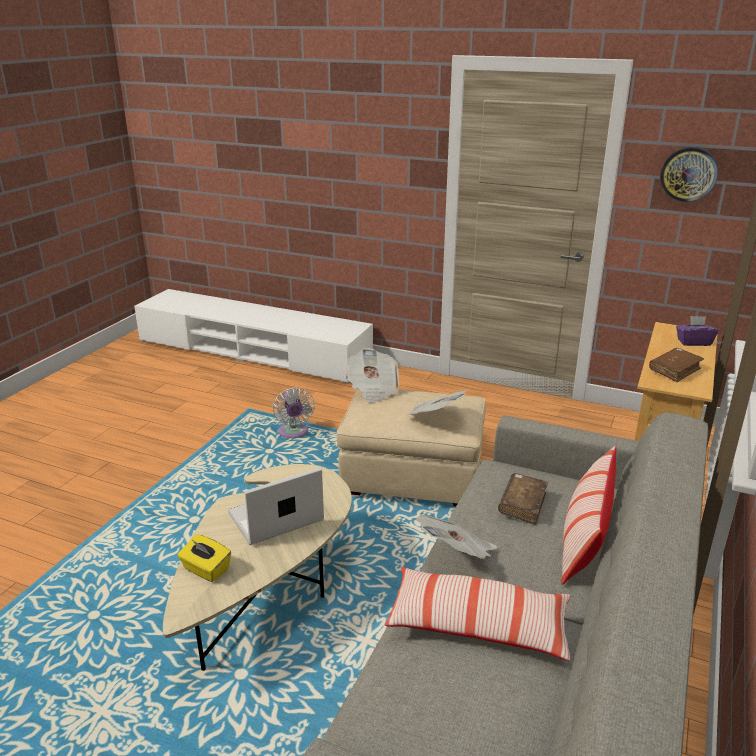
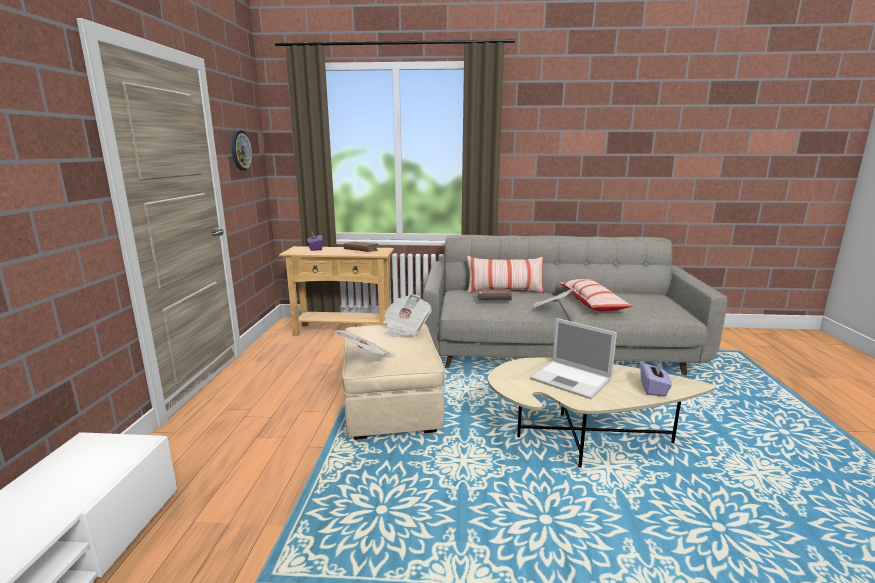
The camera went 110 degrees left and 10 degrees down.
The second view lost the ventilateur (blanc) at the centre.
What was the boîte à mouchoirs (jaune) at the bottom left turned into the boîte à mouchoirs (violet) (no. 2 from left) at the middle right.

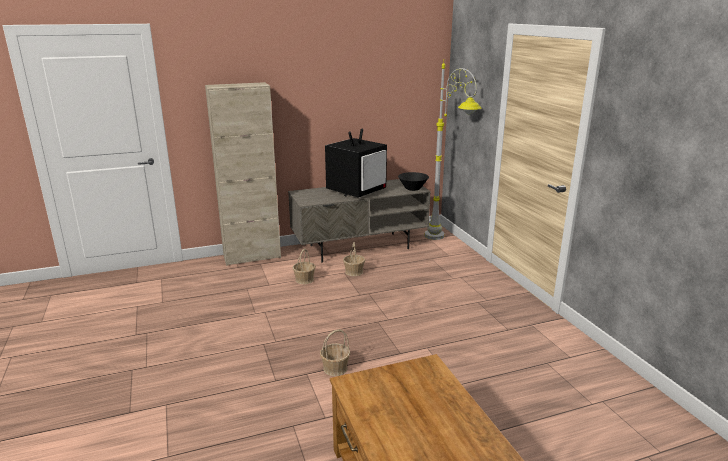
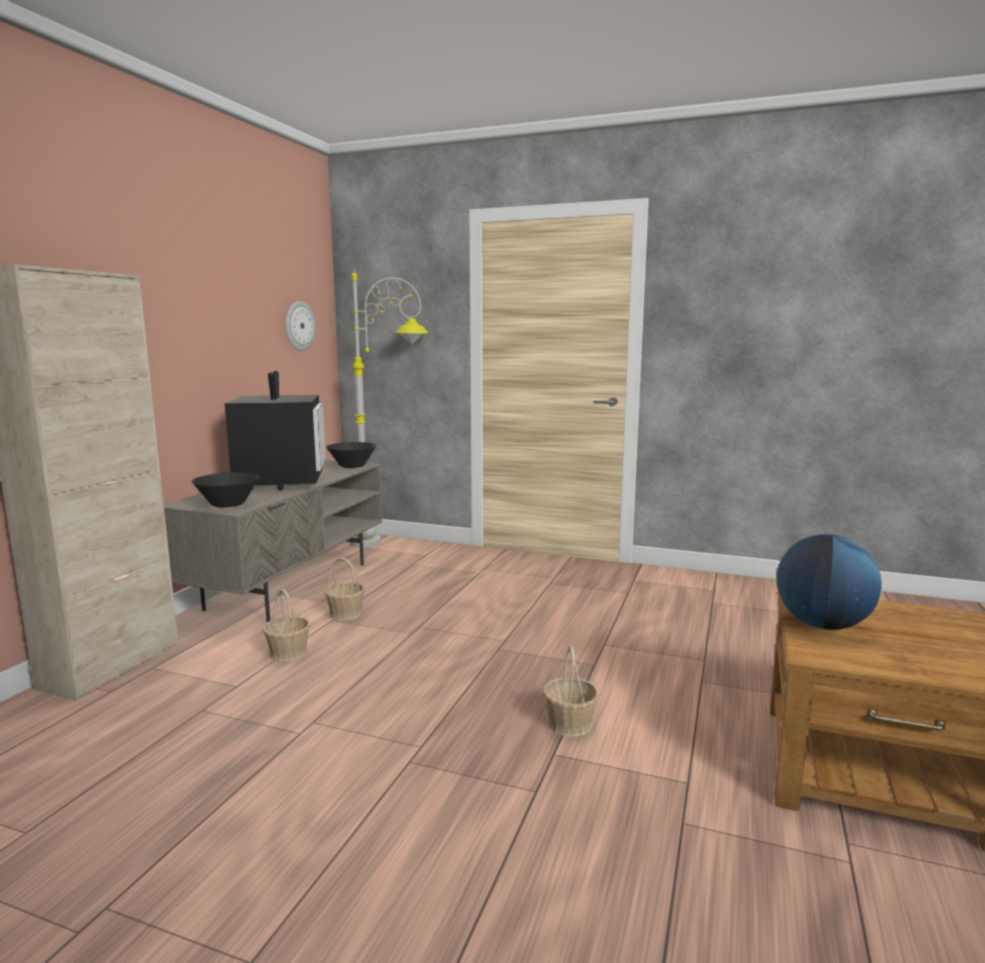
The camera went 50 degrees left and 10 degrees down.
The second view gained the horloge murale at the middle left.
The second view gained the bol (noir) (no. 1 from left) at the middle left.
The second view gained the globe at the middle right.

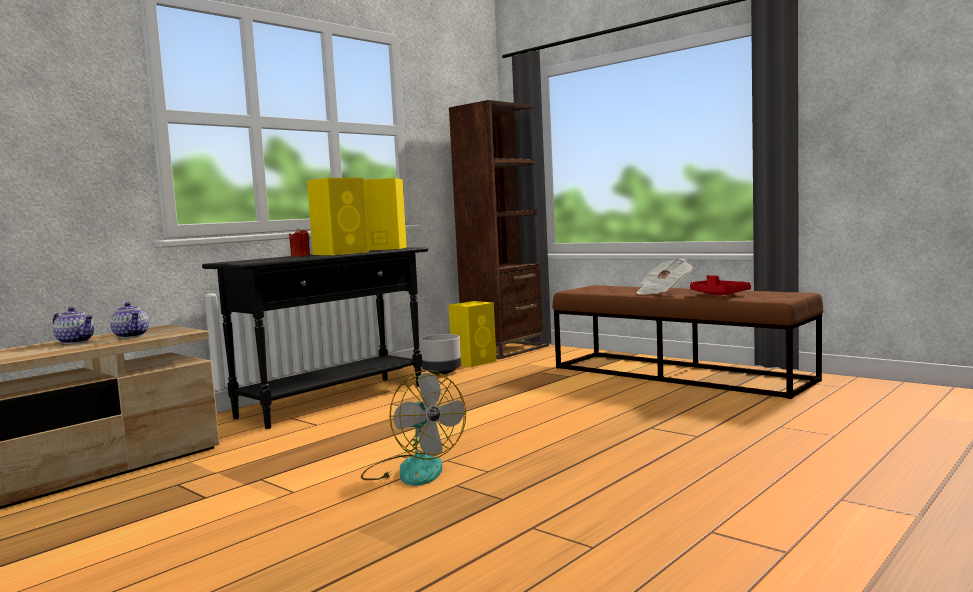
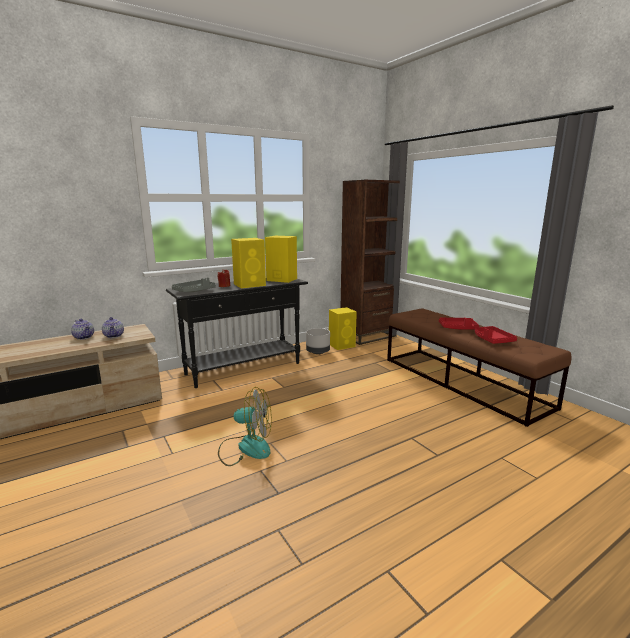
The camera went 15 degrees right and 10 degrees up.
Where the journal stood at the middle right, the plateau (rouge) (no. 1 from left) came to stand at the middle right.
The ventilateur at the bottom centre ended up facing another way, 60 degrees counterclockwise from before.
The second view gained the plateau (gris) at the middle left.

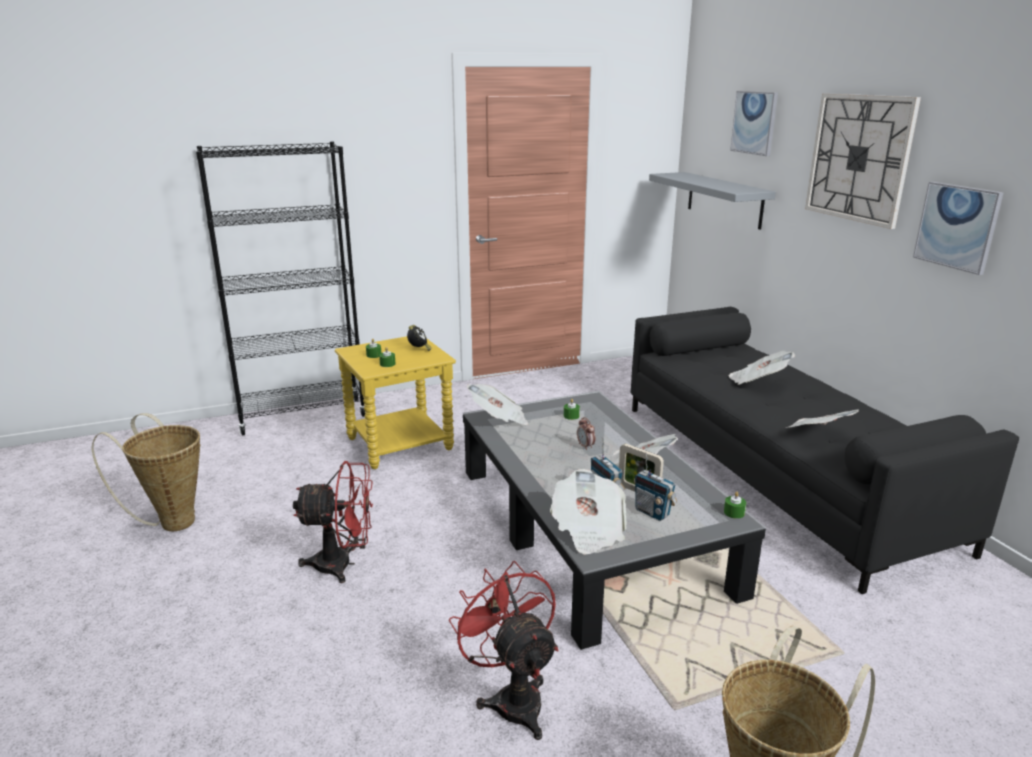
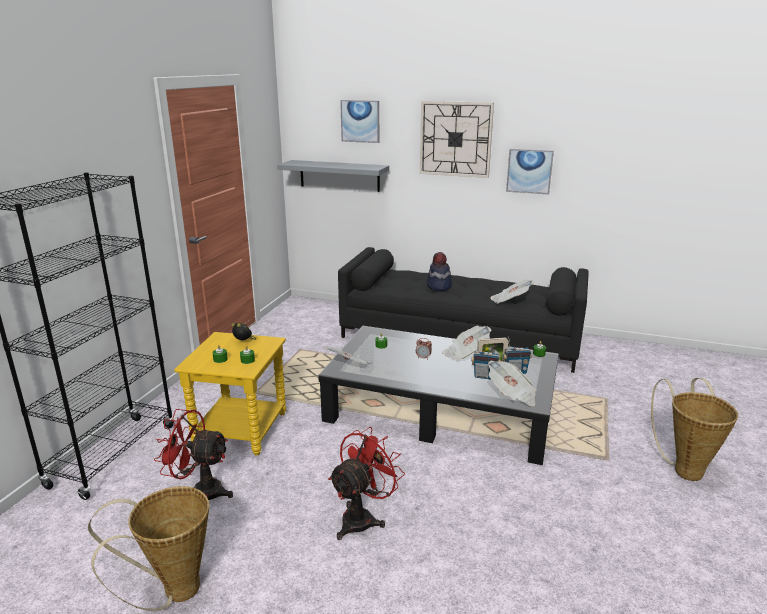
The camera went 50 degrees left and 0 degrees up.
Where the journal (no. 4 from left) stood at the middle right, the chapeau came to stand at the centre.
The ventilateur (rouge) (no. 2 from left in the first image) ended up elsewhere, having gone from the bottom centre to the bottom left.

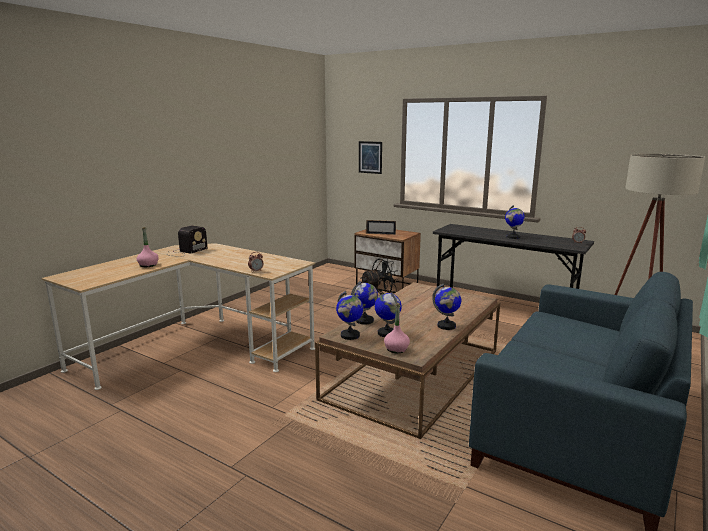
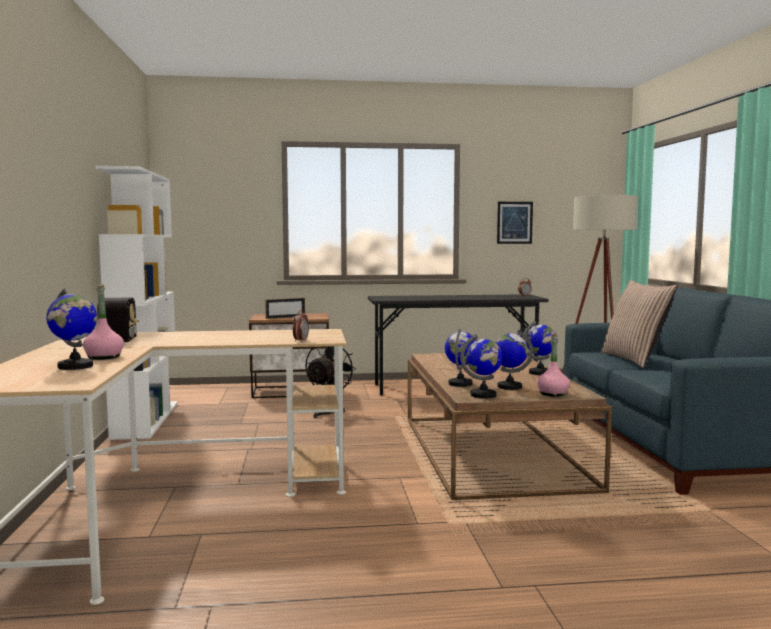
The camera went 40 degrees left and 10 degrees down.
The tableau ended up elsewhere, having gone from the top centre to the middle right.
The globe (no. 5 from left in the first image) ended up elsewhere, having gone from the middle right to the middle left.
The second view gained the bibliothèque (blanc) at the middle left.
The second view gained the coussin at the middle right.

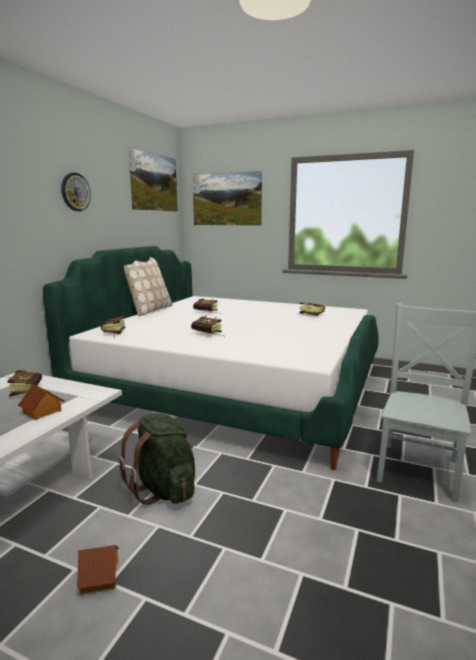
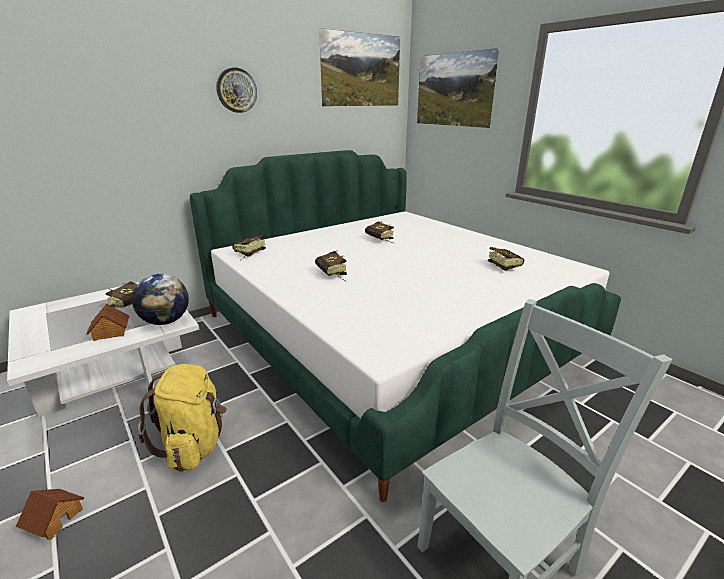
The camera went 30 degrees right and 10 degrees up.
The second view lost the coussin (beige) at the middle left.
What was the sac à dos (vert) at the bottom left turned into the sac à dos (jaune) at the bottom left.
The second view gained the globe at the middle left.

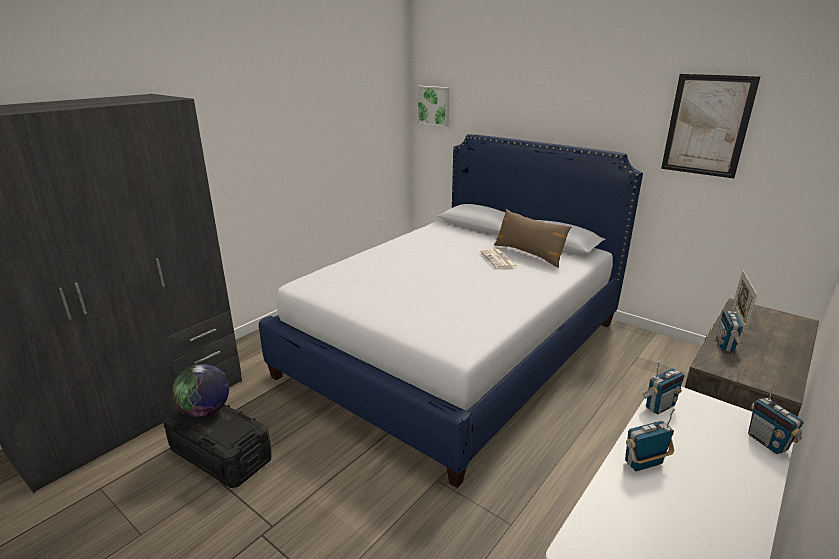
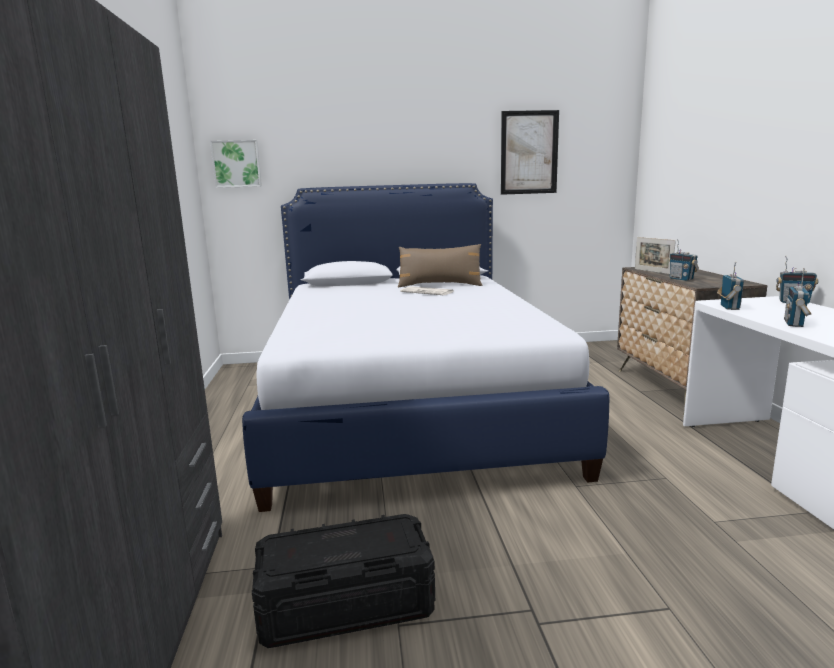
The camera went 45 degrees left and 10 degrees down.
The second view lost the globe at the bottom left.

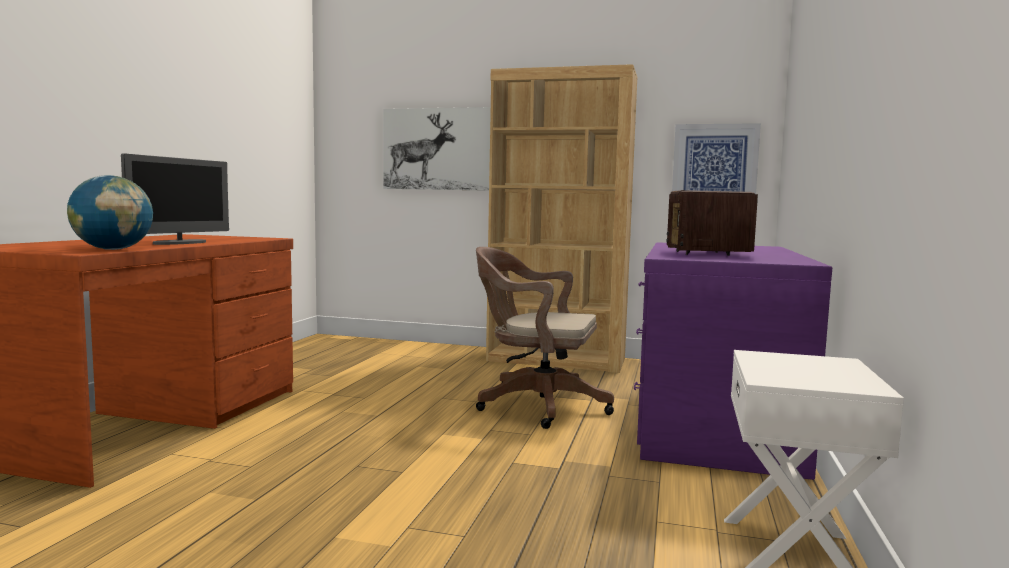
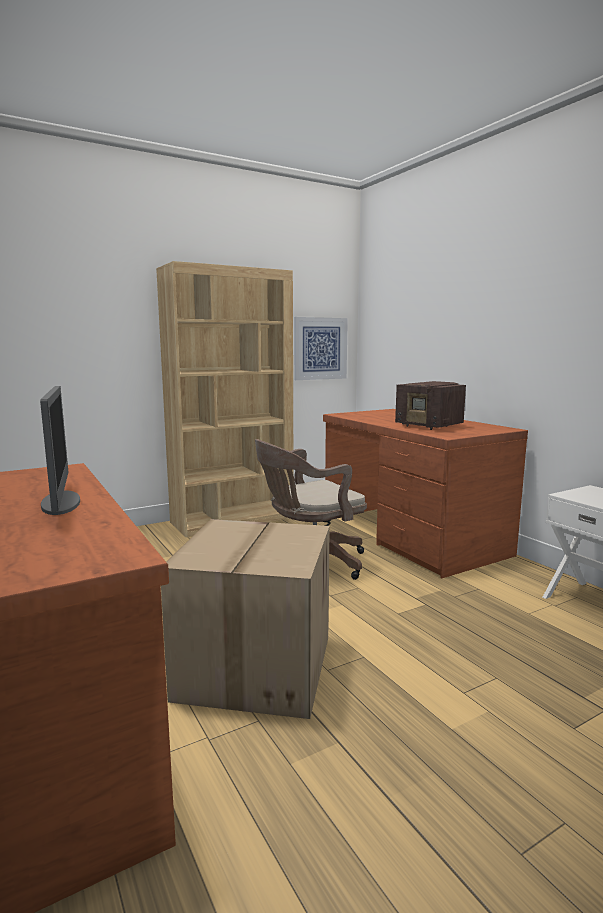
The camera went 45 degrees left and 5 degrees up.
The second view lost the tableau (no. 1 from left) at the top centre.
The second view lost the globe at the middle left.
What was the bureau (violet) at the middle right turned into the bureau (marron) (no. 2 from left) at the middle right.
The second view gained the carton at the bottom centre.

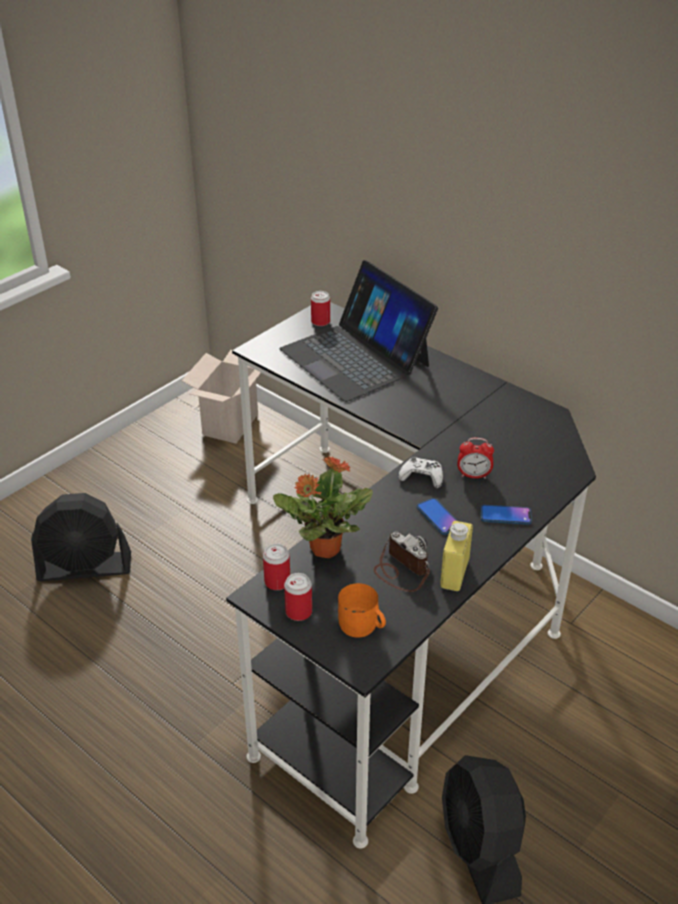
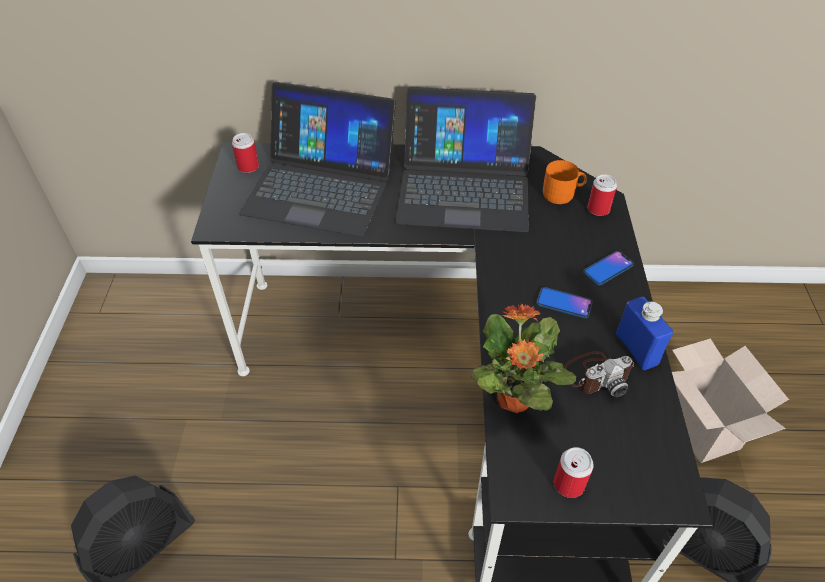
The camera went 40 degrees left and 10 degrees up.
The carton ended up elsewhere, having gone from the middle left to the bottom right.
The second view lost the réveil at the middle right.
The second view lost the manette (blanc) at the centre.
What was the bouteille (jaune) at the middle right turned into the bouteille (bleu) at the middle right.
The appareil photo at the centre ended up facing another way, 150 degrees clockwise from before.
The boîte métallique (no. 1 from left in the first image) ended up elsewhere, having gone from the centre to the middle right.
The mug (orange) ended up elsewhere, having gone from the bottom centre to the top right.
The second view gained the ordinateur portable (no. 2 from left) at the top centre.

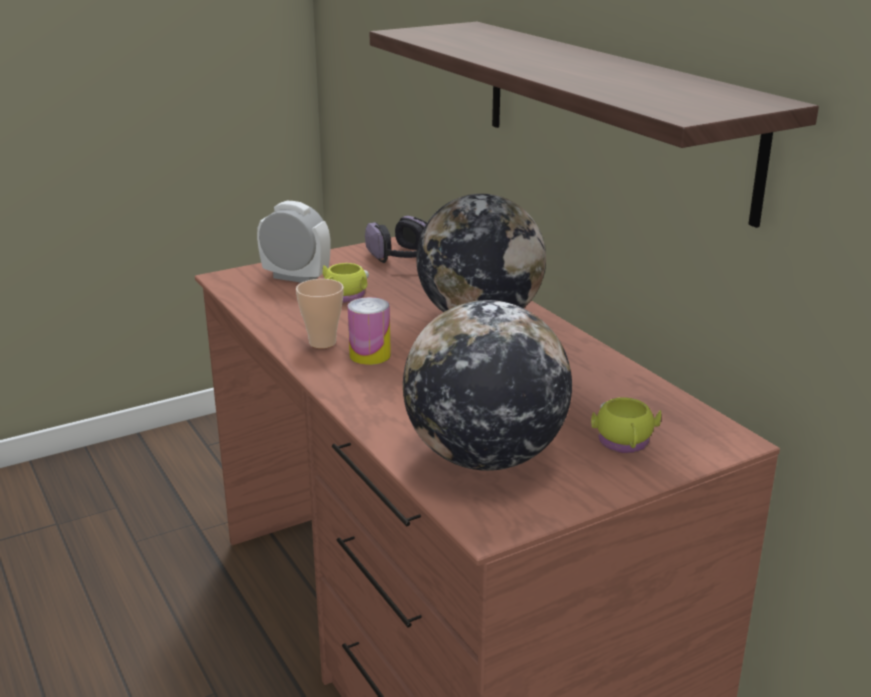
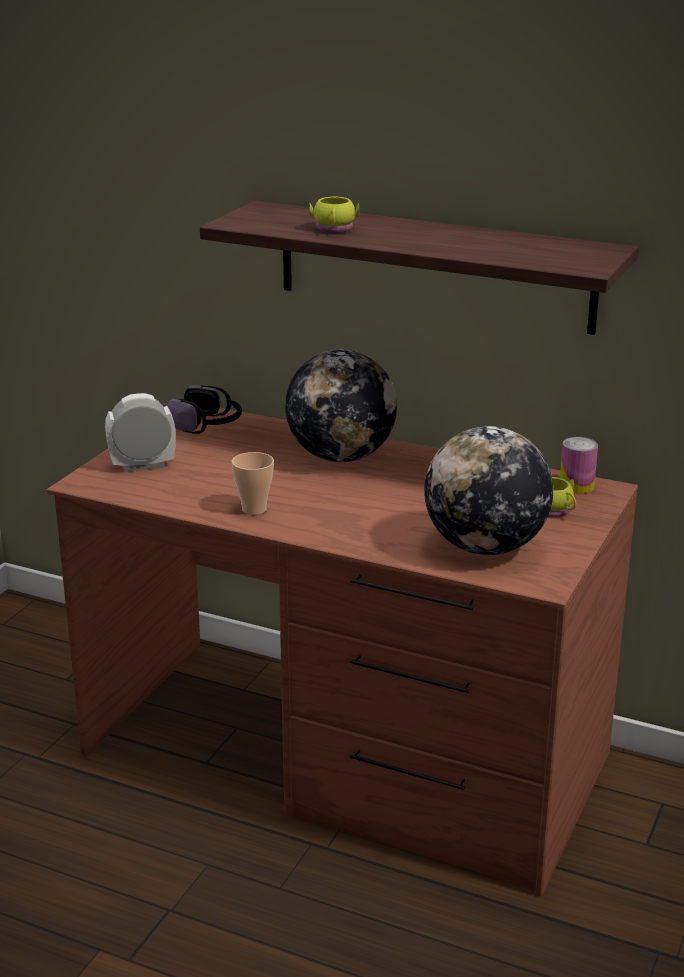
The camera went 35 degrees left and 0 degrees up.
The mug (jaune) (no. 1 from left) ended up elsewhere, having gone from the centre to the top centre.
The boîte métallique ended up elsewhere, having gone from the centre to the middle right.

